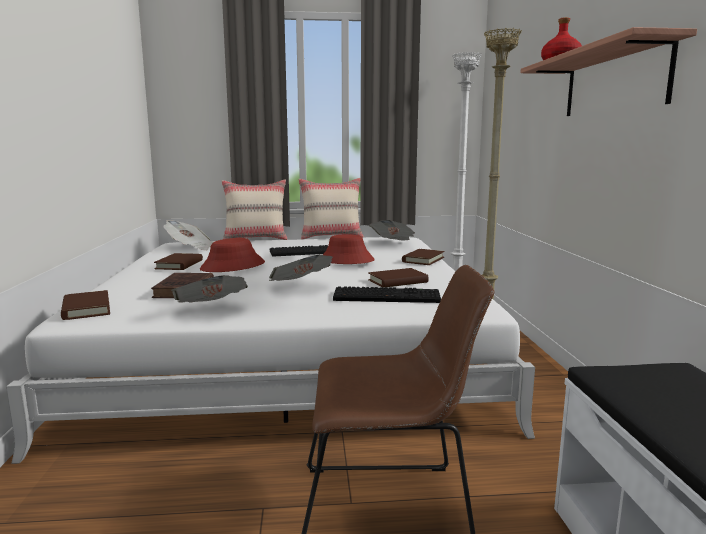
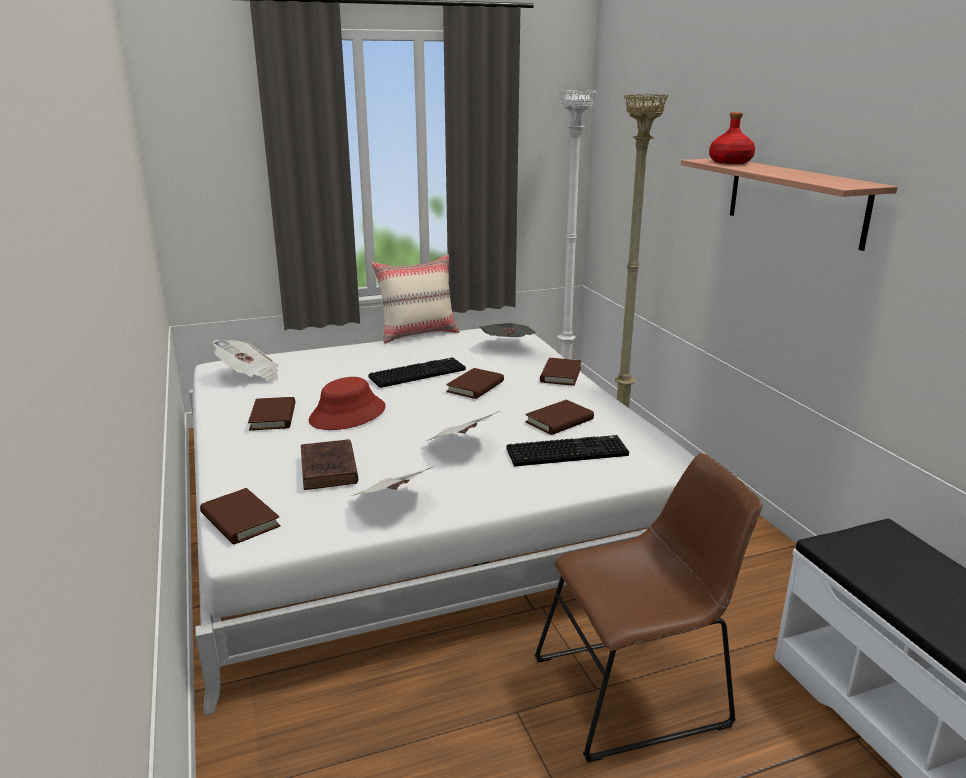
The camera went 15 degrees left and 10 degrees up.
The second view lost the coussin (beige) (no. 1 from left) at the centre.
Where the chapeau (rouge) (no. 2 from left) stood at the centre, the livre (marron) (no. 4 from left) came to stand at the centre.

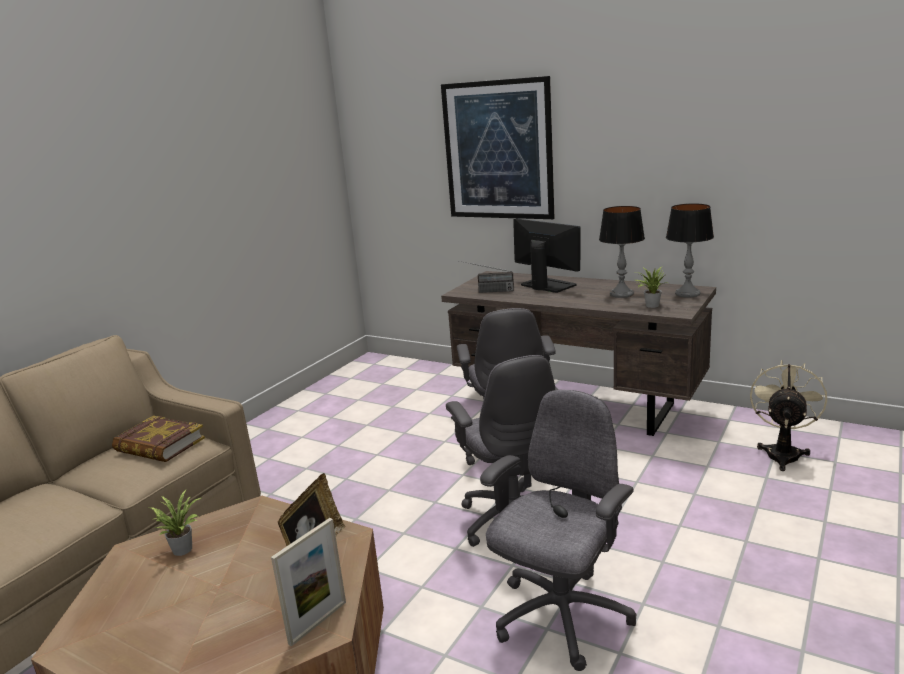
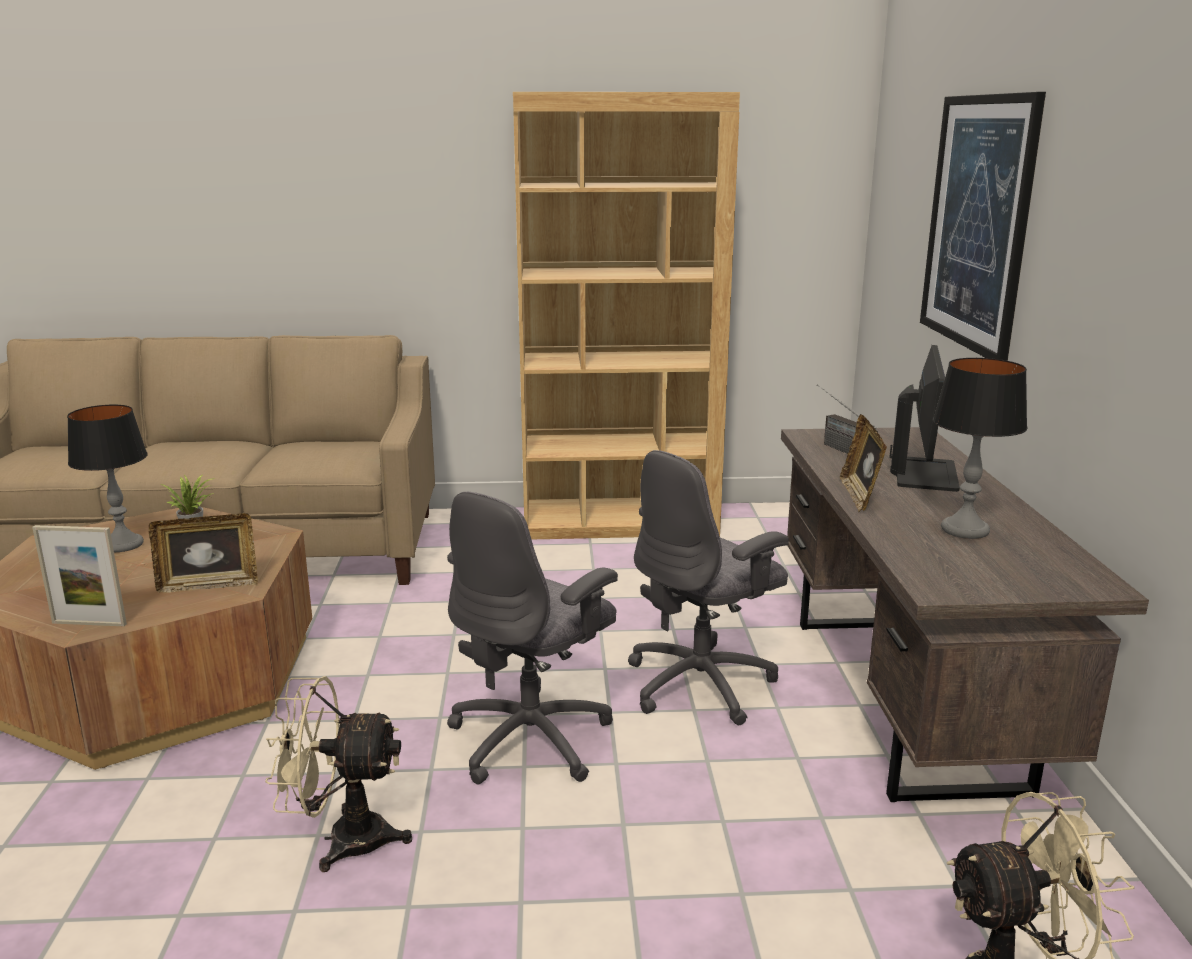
The camera went 55 degrees right and 0 degrees up.
The lampe de table (no. 2 from left in the first image) ended up elsewhere, having gone from the middle right to the middle left.
The second view lost the plante en pot (no. 2 from left) at the middle right.
Where the chaise de bureau (gris) (no. 3 from left) stood at the bottom centre, the ventilateur (beige) (no. 1 from left) came to stand at the bottom left.
The second view lost the livre at the middle left.
The second view gained the bibliothèque (marron) at the top centre.
The second view gained the cadre photo (no. 3 from left) at the middle right.

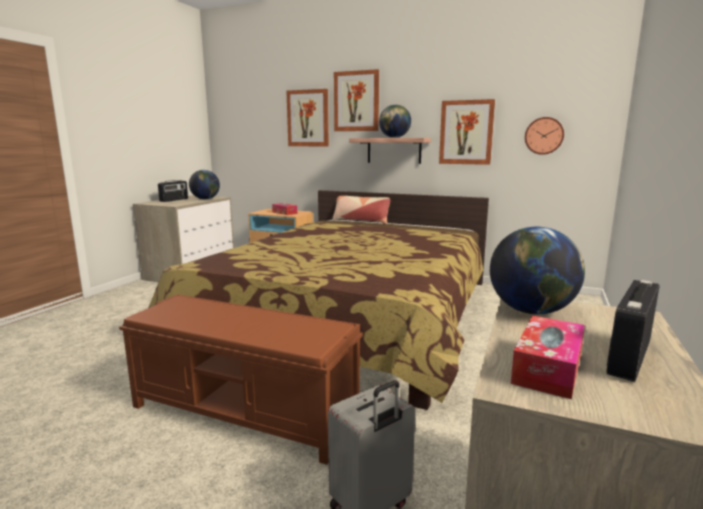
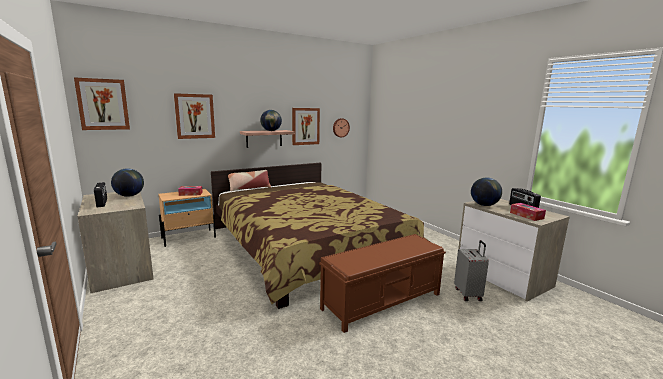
The camera went 55 degrees left and 0 degrees up.
The tableau (no. 2 from left in the first image) ended up elsewhere, having gone from the top centre to the top left.

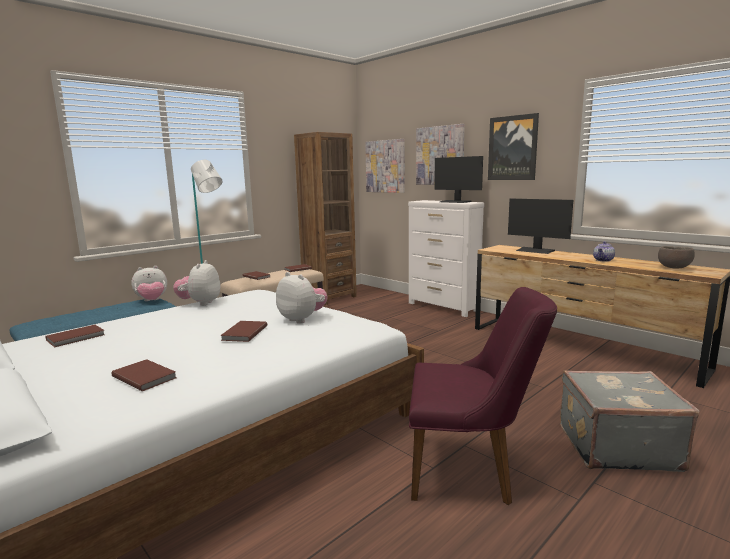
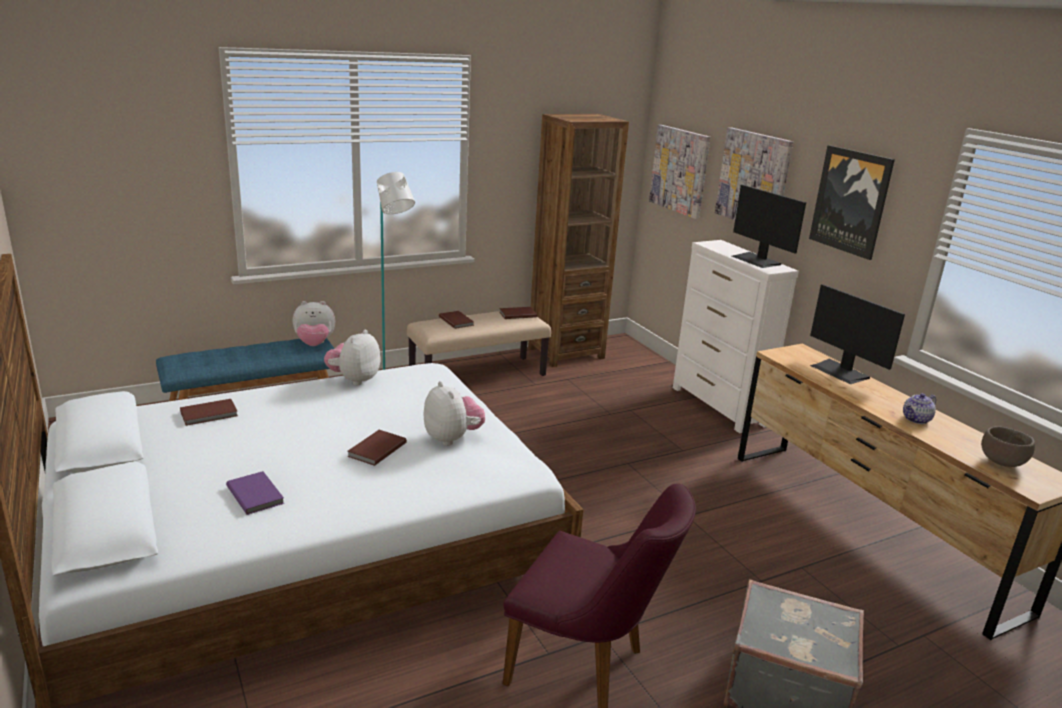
The camera went 15 degrees right and 10 degrees up.
What was the livre (marron) (no. 2 from left) at the bottom left turned into the livre (violet) at the bottom left.

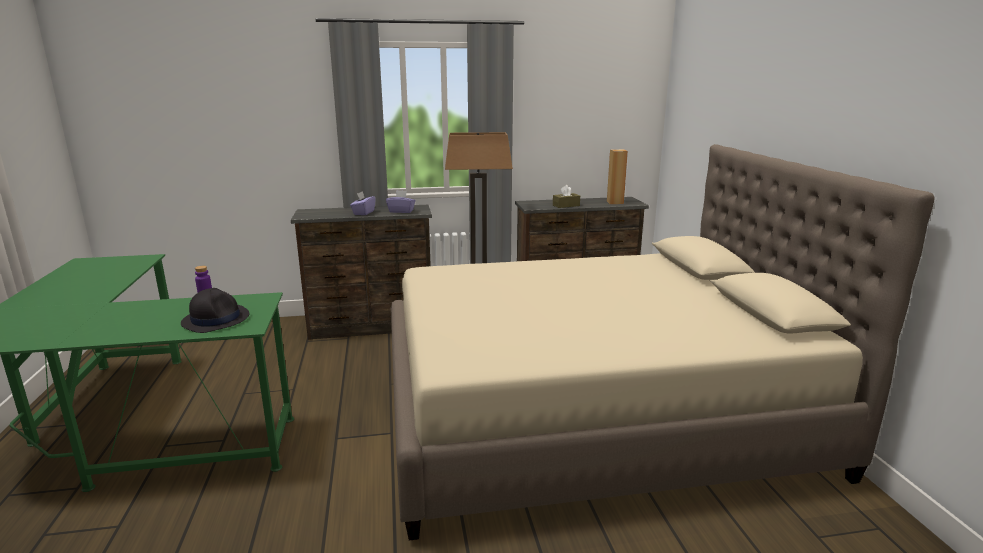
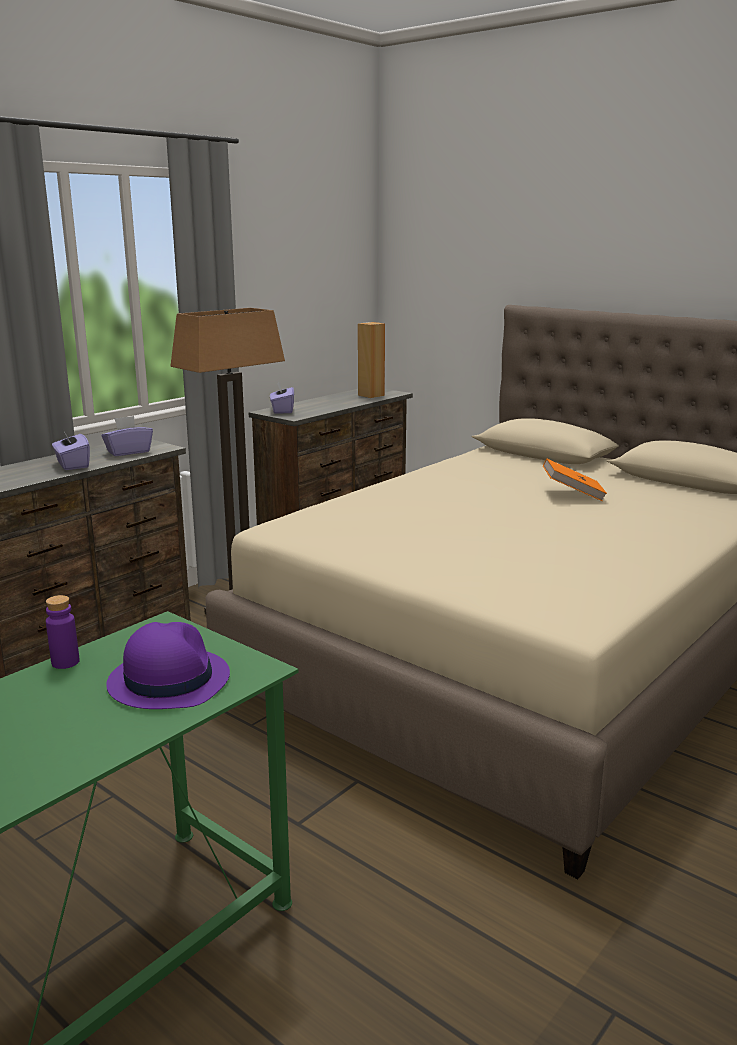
The camera went 40 degrees left and 0 degrees up.
The second view lost the boîte à mouchoirs (marron) at the centre.
What was the chapeau (noir) at the middle left turned into the chapeau (violet) at the middle left.
The second view gained the boîte à mouchoirs (violet) (no. 3 from left) at the centre.
The second view gained the livre (orange) at the middle right.

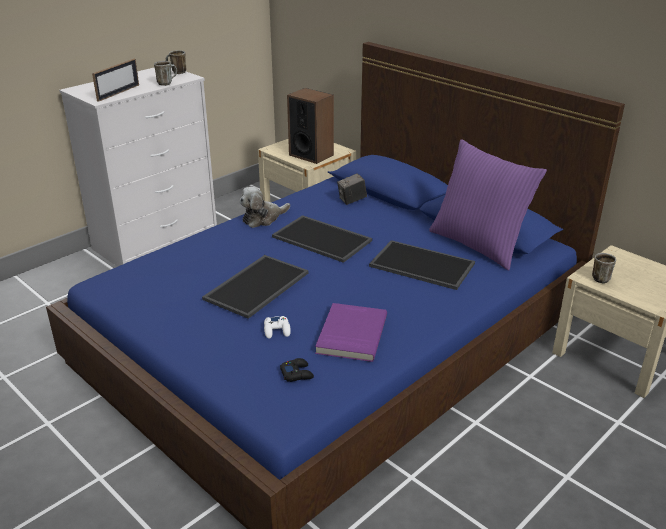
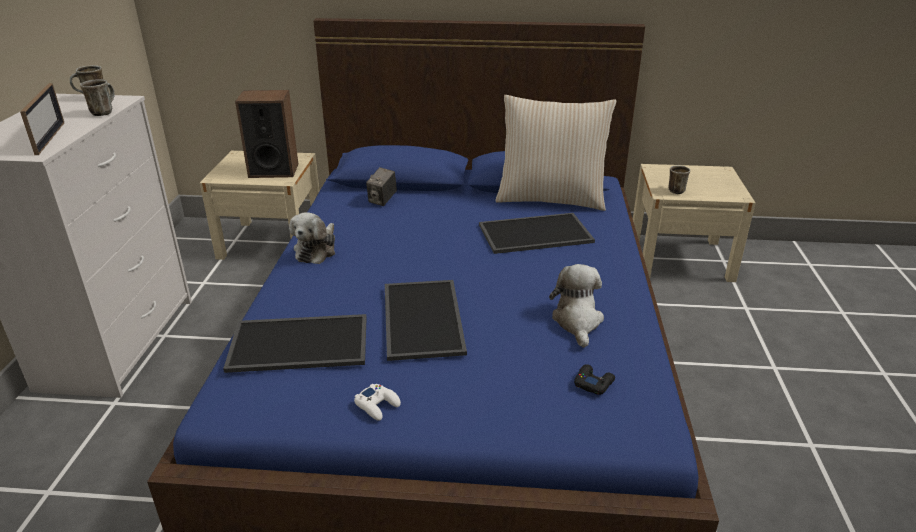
The camera went 40 degrees left and 0 degrees up.
What was the coussin (violet) at the middle right turned into the coussin (beige) at the top centre.
The plateau (no. 2 from left in the first image) ended up elsewhere, having gone from the centre to the middle left.
Where the livre (violet) stood at the centre, the peluche (no. 2 from left) came to stand at the centre.
The manette (blanc) ended up elsewhere, having gone from the centre to the bottom centre.

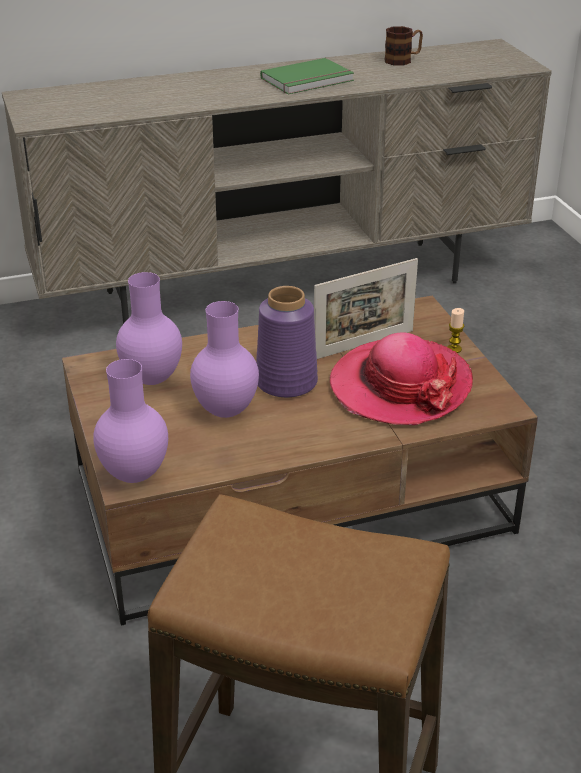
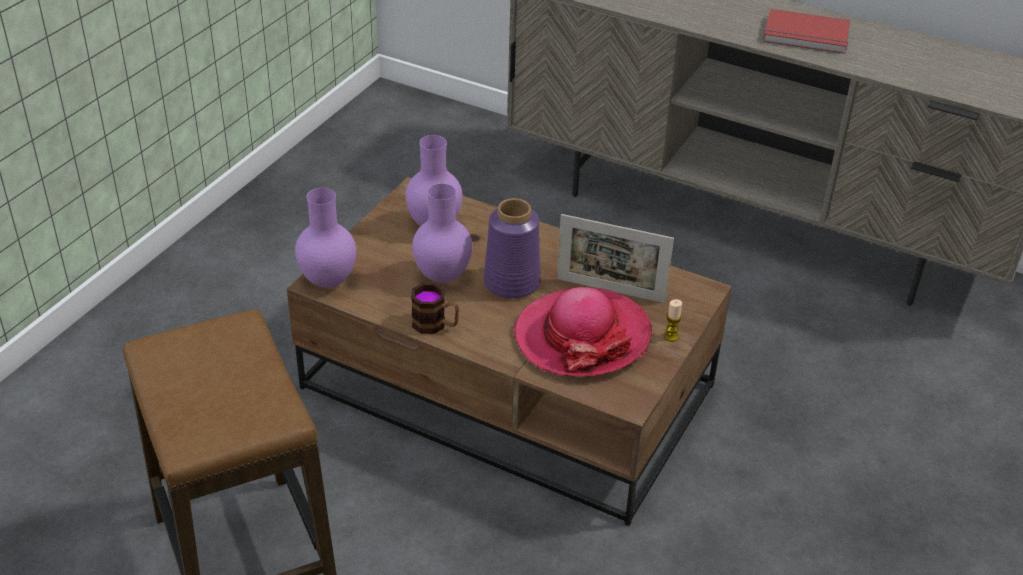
The camera went 45 degrees right and 5 degrees up.
The mug ended up elsewhere, having gone from the top right to the centre.
What was the livre (vert) at the top centre turned into the livre (rouge) at the top right.

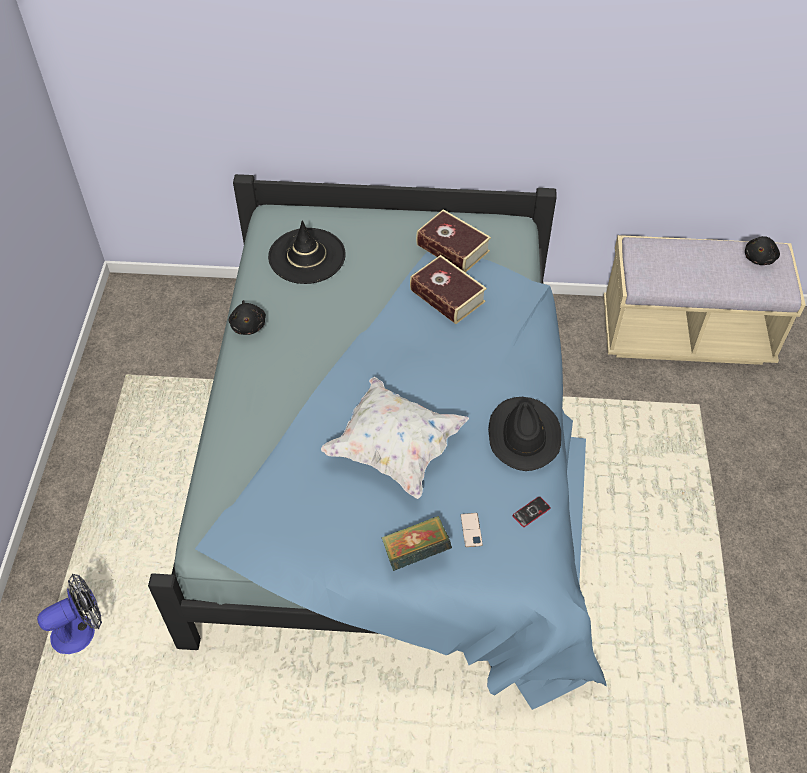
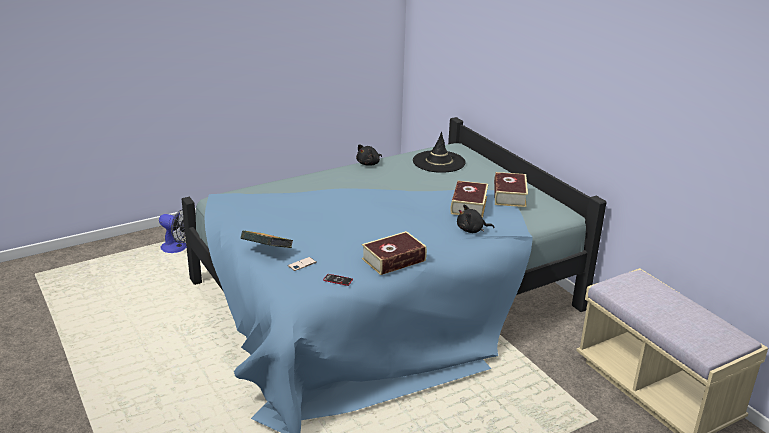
The camera went 55 degrees right and 25 degrees down.
The peluche (noir) (no. 2 from left) ended up elsewhere, having gone from the top right to the centre.
The second view lost the coussin (blanc) at the centre.
Where the chapeau (noir) (no. 2 from left) stood at the centre, the livre (no. 2 from left) came to stand at the centre.

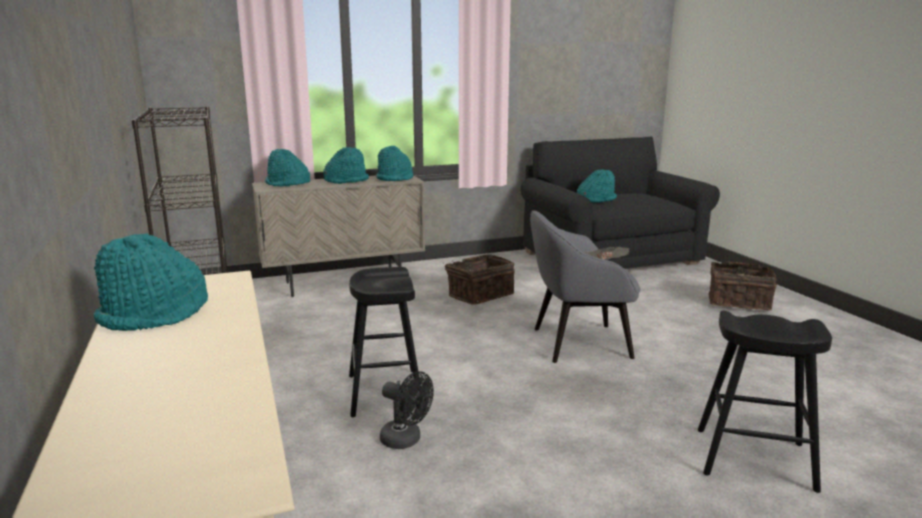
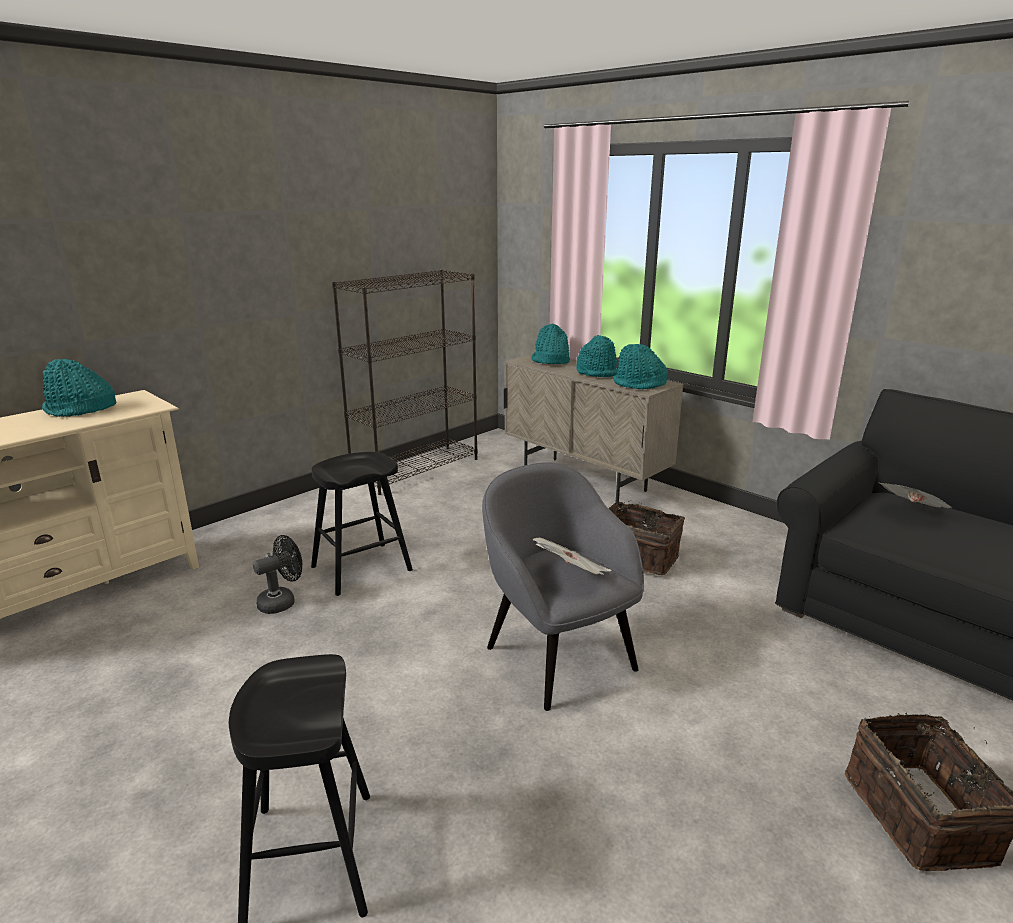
The camera went 65 degrees right and 5 degrees up.
Where the chapeau (turquoise) (no. 5 from left) stood at the centre, the journal (no. 2 from left) came to stand at the middle right.
The ventilateur (noir) at the bottom centre ended up facing another way, 135 degrees counterclockwise from before.

